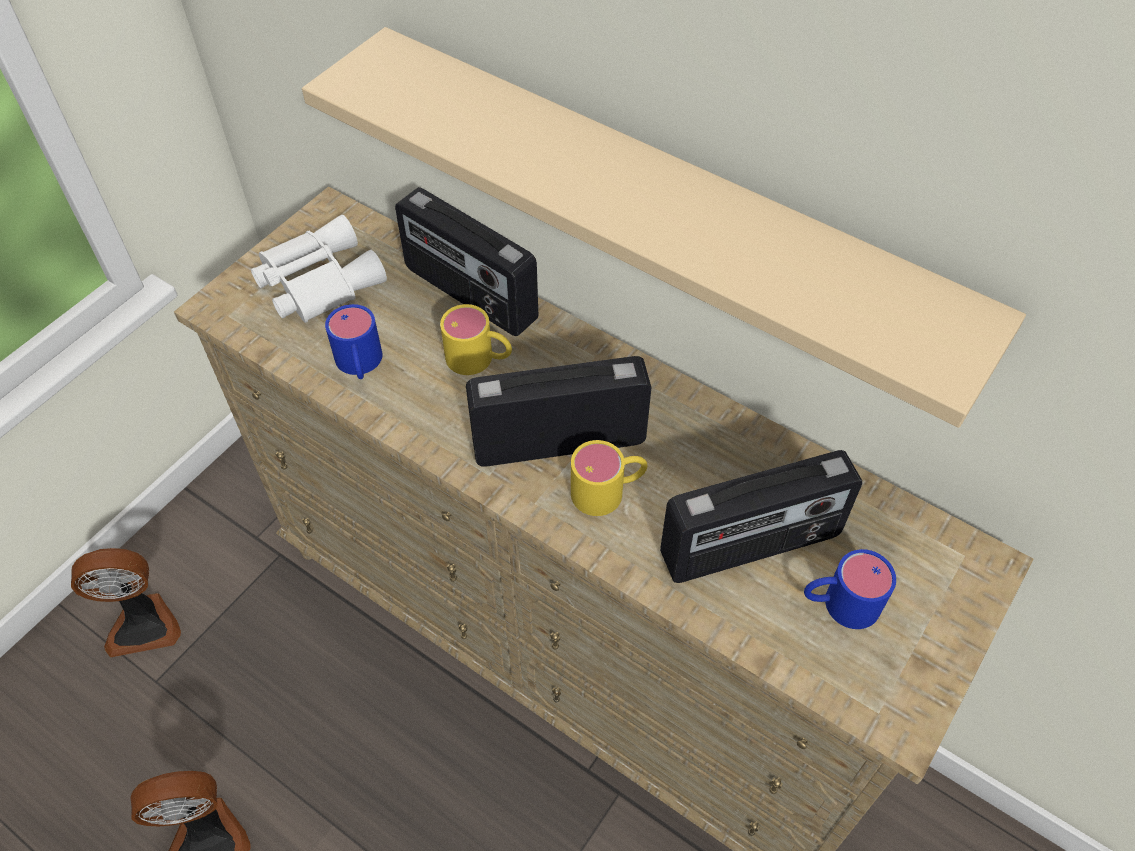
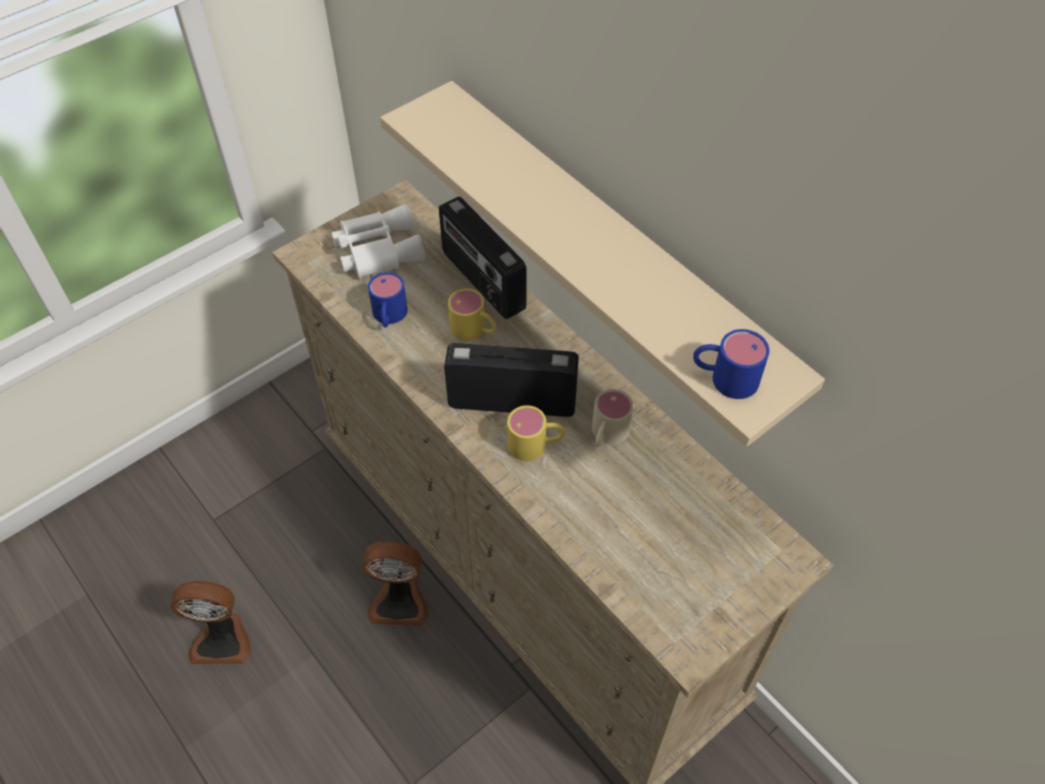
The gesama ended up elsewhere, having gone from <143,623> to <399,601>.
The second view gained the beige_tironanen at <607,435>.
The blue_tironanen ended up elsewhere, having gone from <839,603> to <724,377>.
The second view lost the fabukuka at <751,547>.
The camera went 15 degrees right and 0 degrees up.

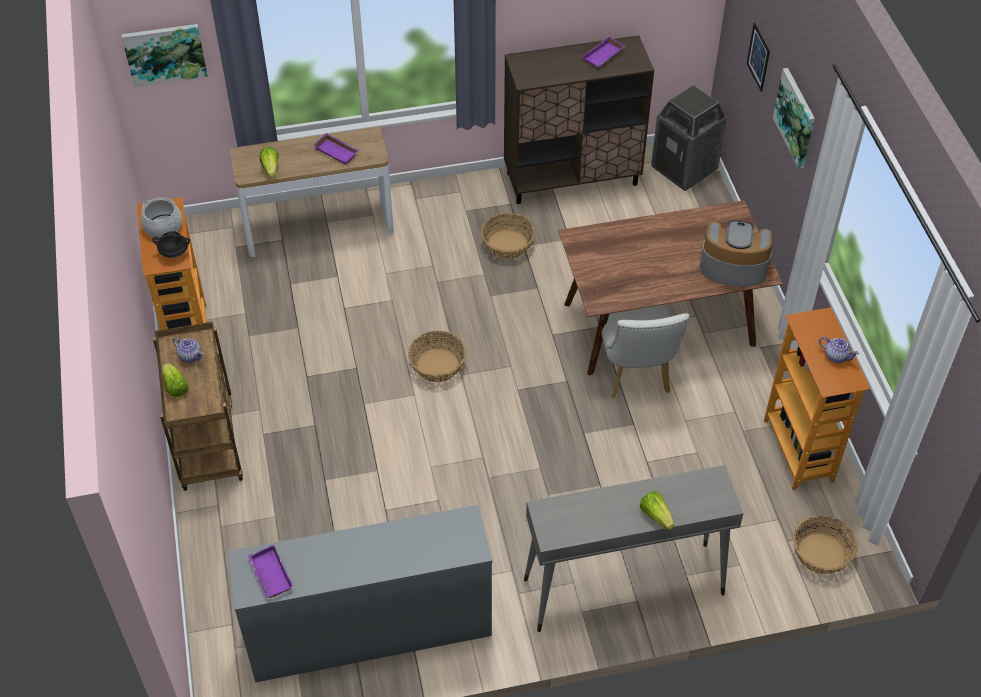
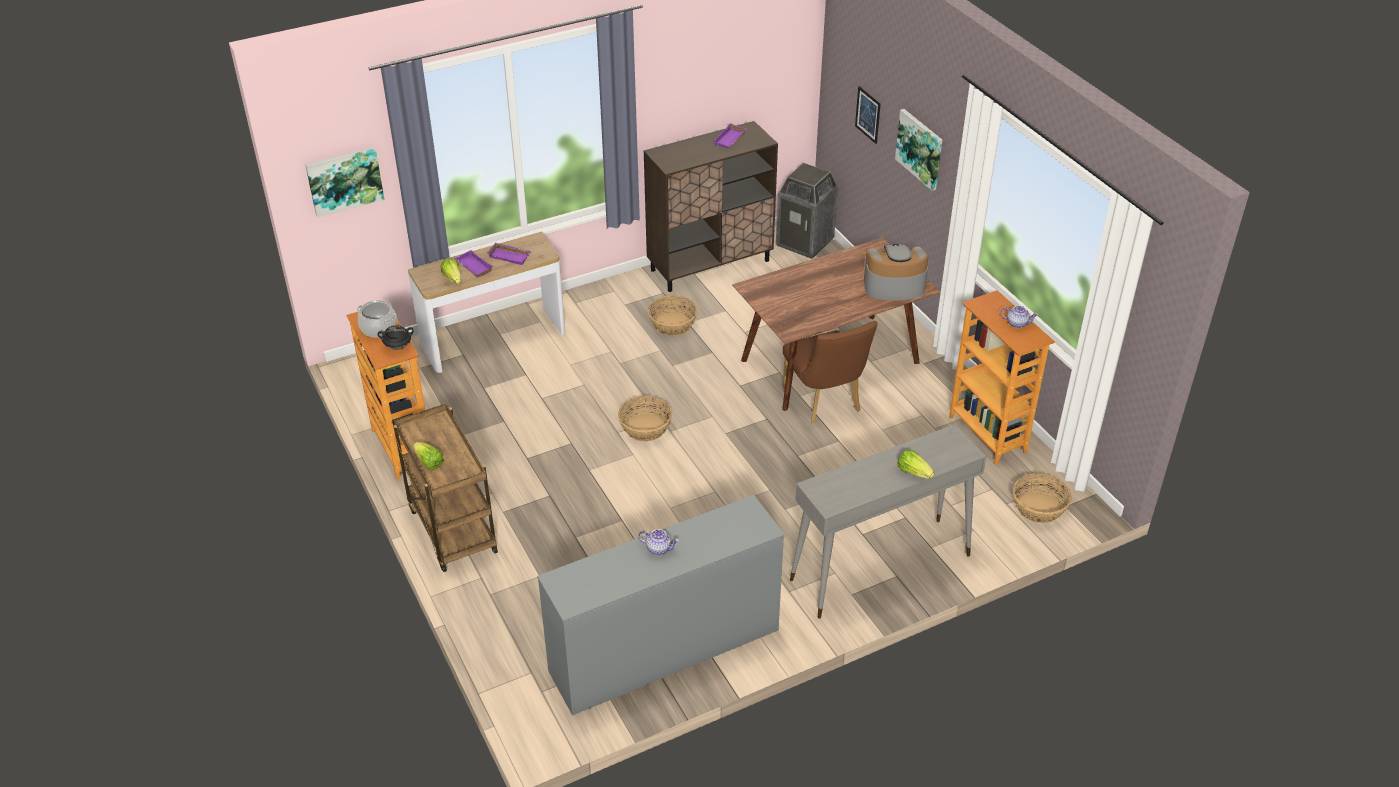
The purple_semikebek ended up elsewhere, having gone from <269,574> to <473,267>.
The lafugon ended up elsewhere, having gone from <190,356> to <659,548>.
What was the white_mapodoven at <635,374> turned into the brown_mapodoven at <824,403>.
The camera went 15 degrees left and 10 degrees down.

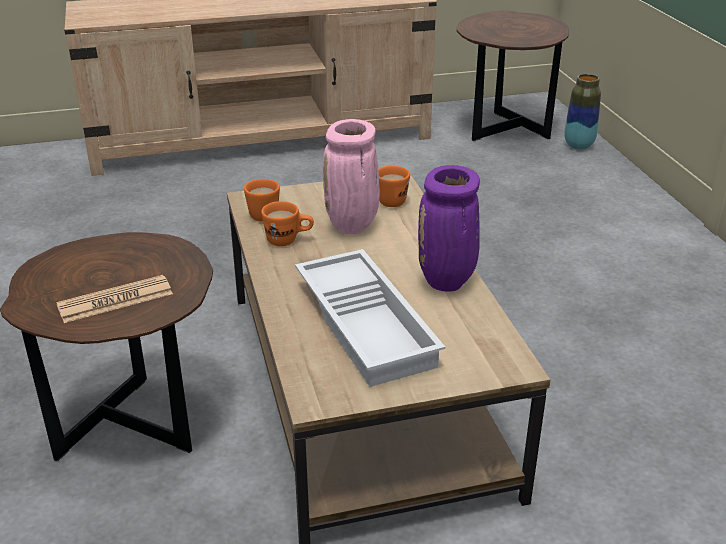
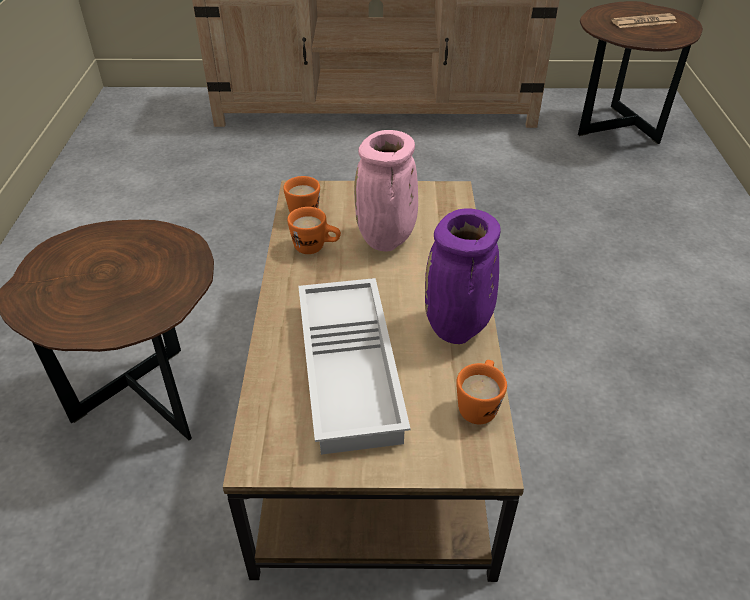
The orange_tironanen ended up elsewhere, having gone from <392,199> to <479,404>.
The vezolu ended up elsewhere, having gone from <115,300> to <643,22>.
The second view lost the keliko at <578,145>.
The camera went 15 degrees right and 10 degrees up.

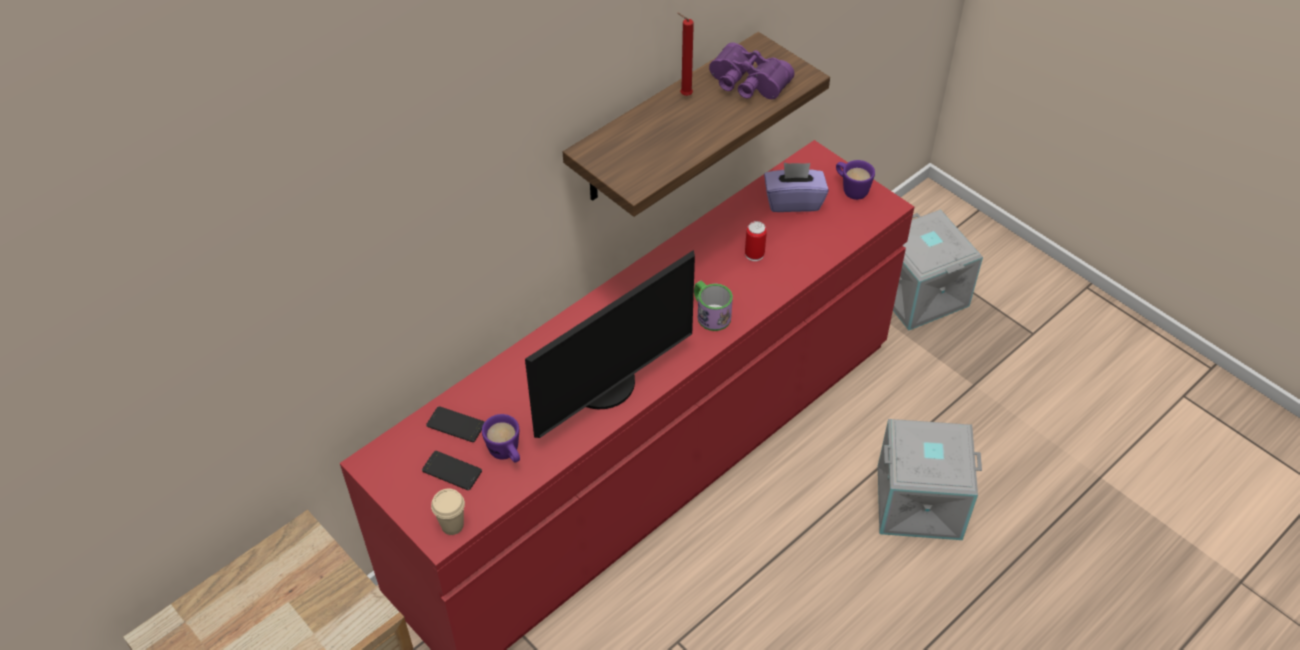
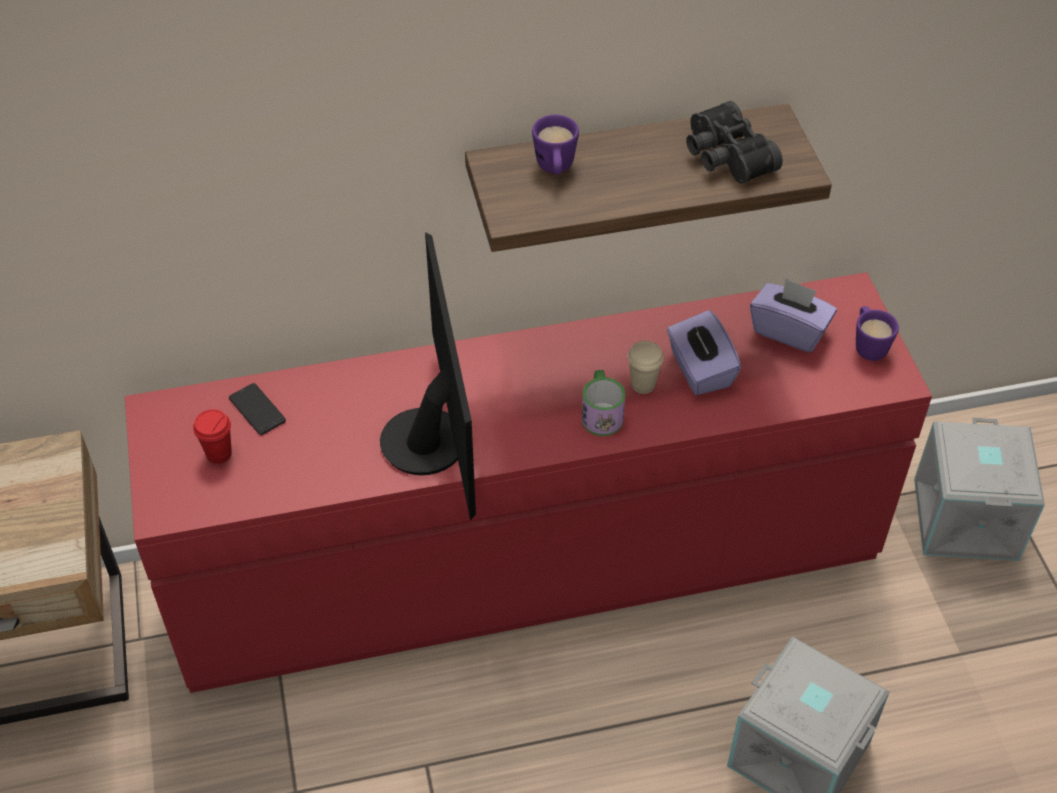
Where the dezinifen stood at <452,471>, the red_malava came to stand at <219,454>.
The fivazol at <606,386> ended up facing another way, 90 degrees counterclockwise from before.
The purple_tironanen ended up elsewhere, having gone from <507,454> to <555,169>.
The beige_malava ended up elsewhere, having gone from <452,525> to <643,385>.
Where the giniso stood at <754,254>, the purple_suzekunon came to stand at <699,370>.
What was the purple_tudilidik at <747,84> turned into the black_tudilidik at <725,157>.
The second view lost the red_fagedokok at <684,95>.
The camera went 30 degrees right and 0 degrees up.

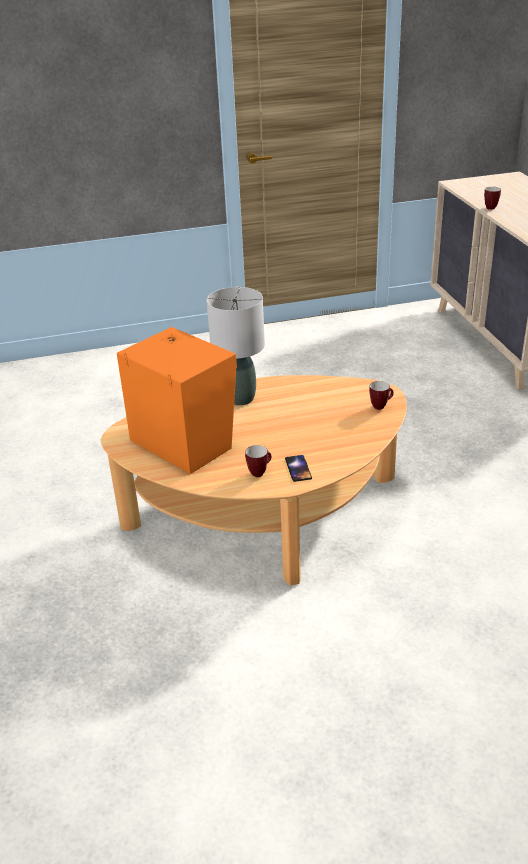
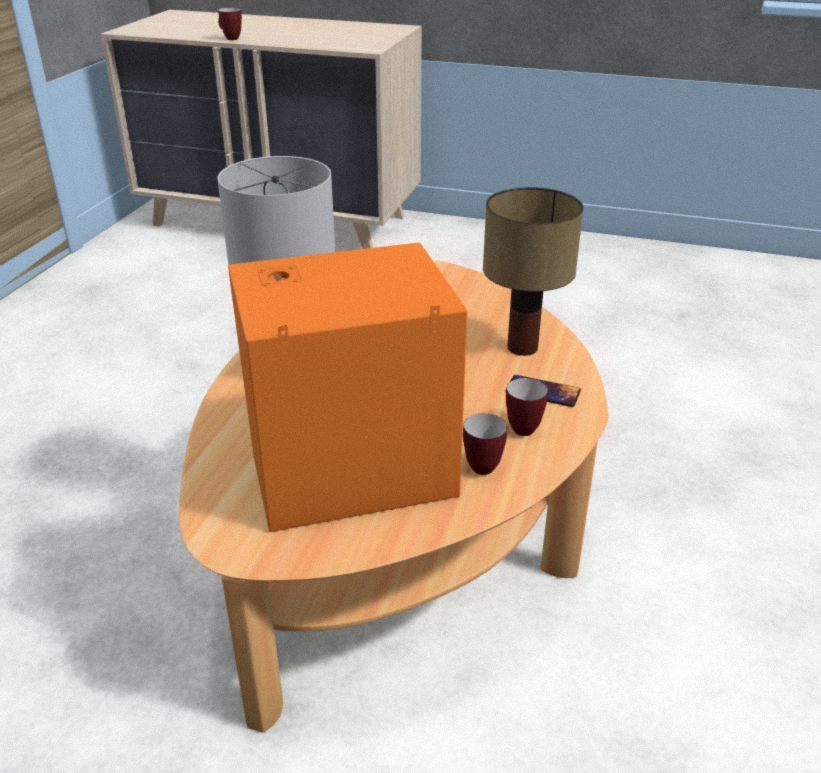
The tironanen ended up elsewhere, having gone from <381,406> to <482,464>.
The second view gained the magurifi at <523,347>.
The camera went 60 degrees left and 0 degrees up.

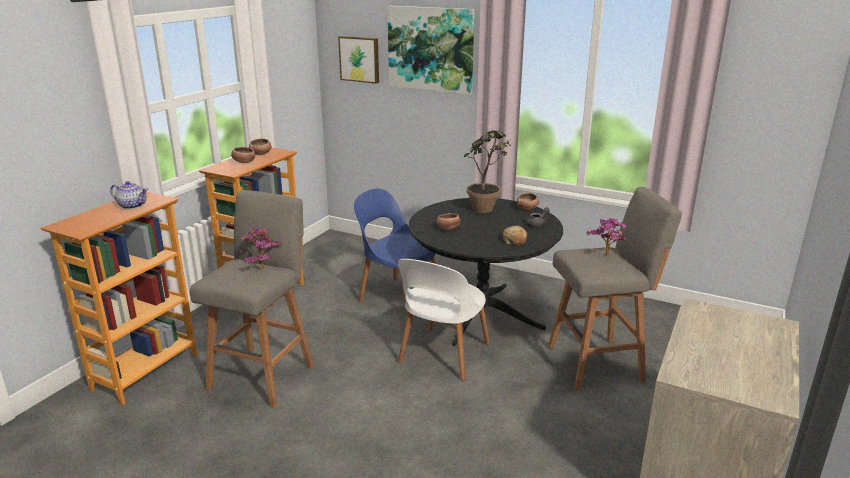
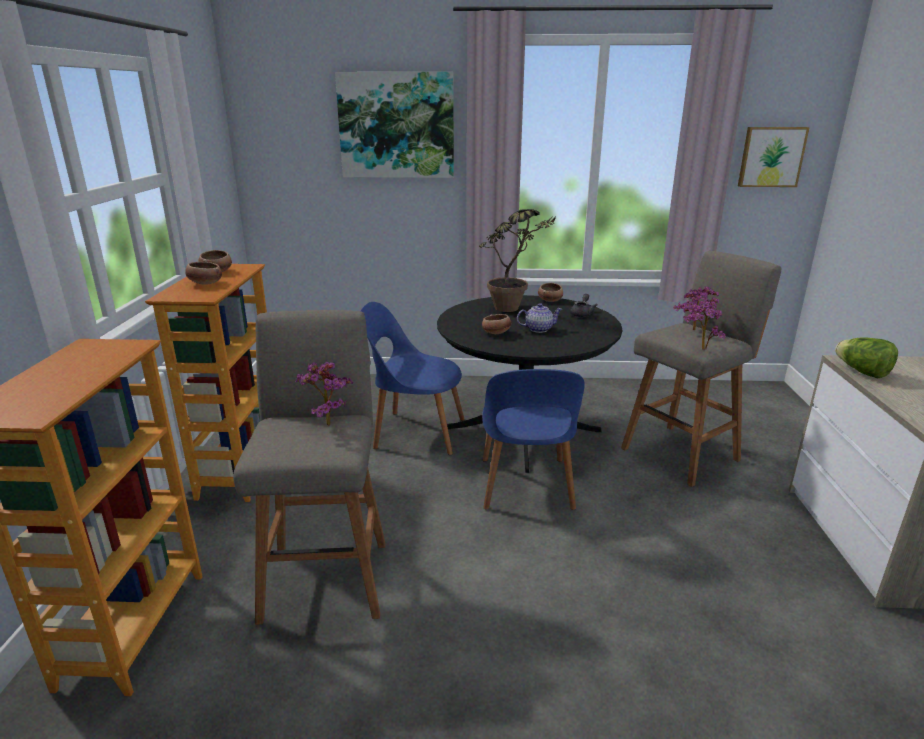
What was the white_mapodoven at <442,355> turned into the blue_mapodoven at <525,486>.
The lafugon ended up elsewhere, having gone from <132,206> to <538,329>.
The second view gained the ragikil at <699,349>.
The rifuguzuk ended up elsewhere, having gone from <360,59> to <771,157>.
The second view gained the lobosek at <862,372>.
The second view lost the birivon at <514,240>.
The camera went 25 degrees left and 0 degrees up.

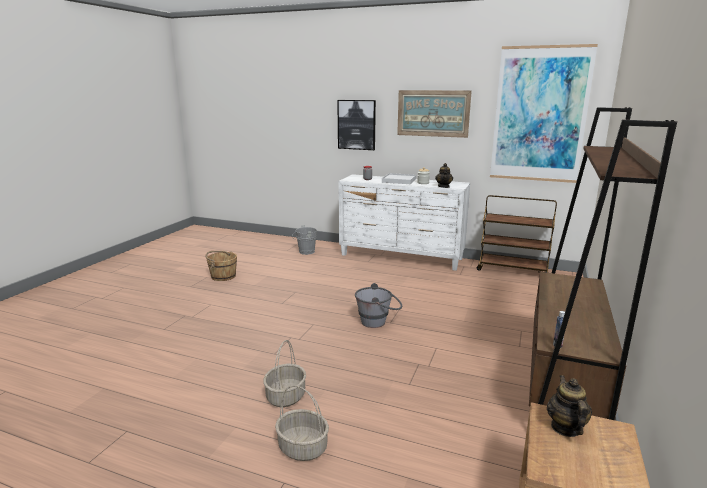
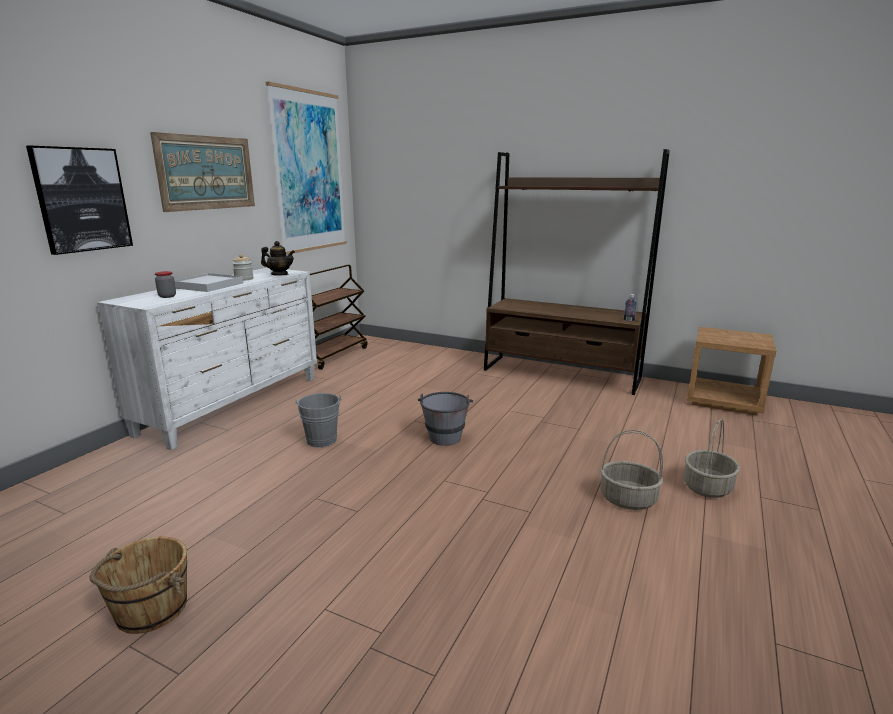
The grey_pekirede ended up elsewhere, having gone from <305,252> to <322,442>.
The second view lost the lafugon at <565,428>.
The camera went 85 degrees left and 0 degrees up.

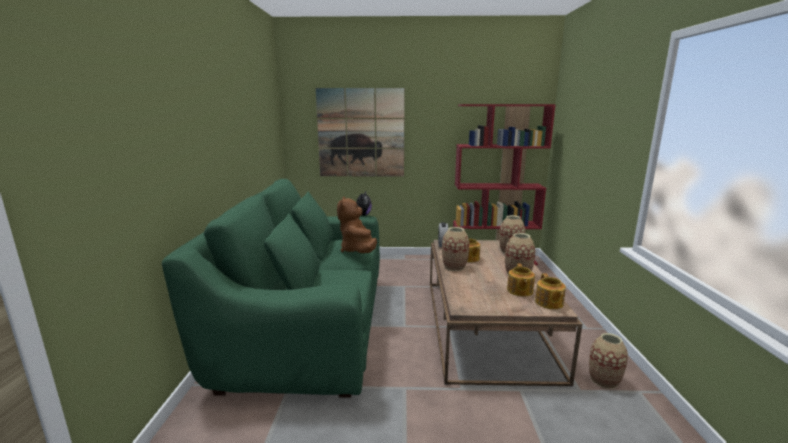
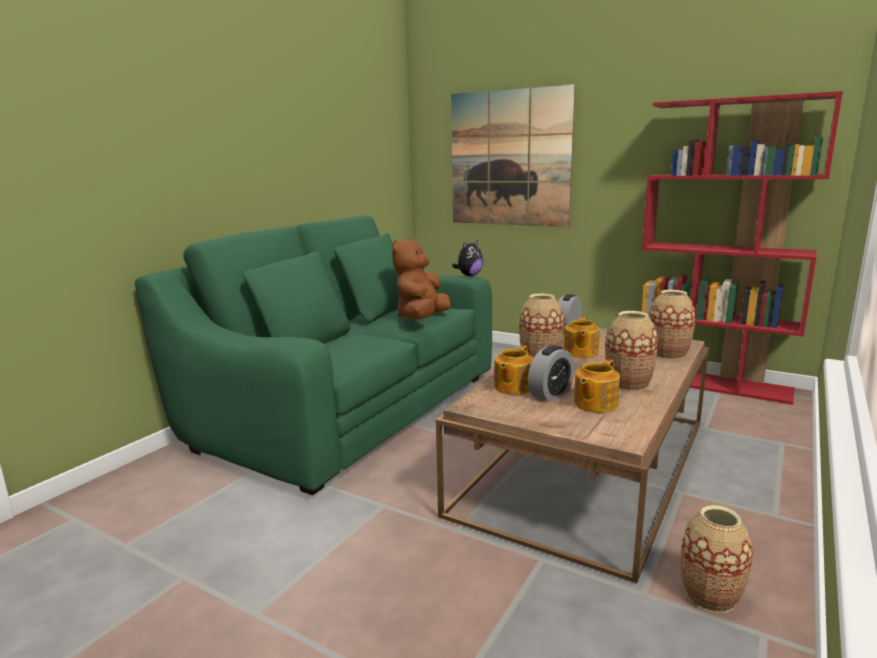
The lafugon ended up elsewhere, having gone from <549,303> to <512,387>.
The second view gained the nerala at <550,394>.
The camera went 30 degrees right and 0 degrees up.

